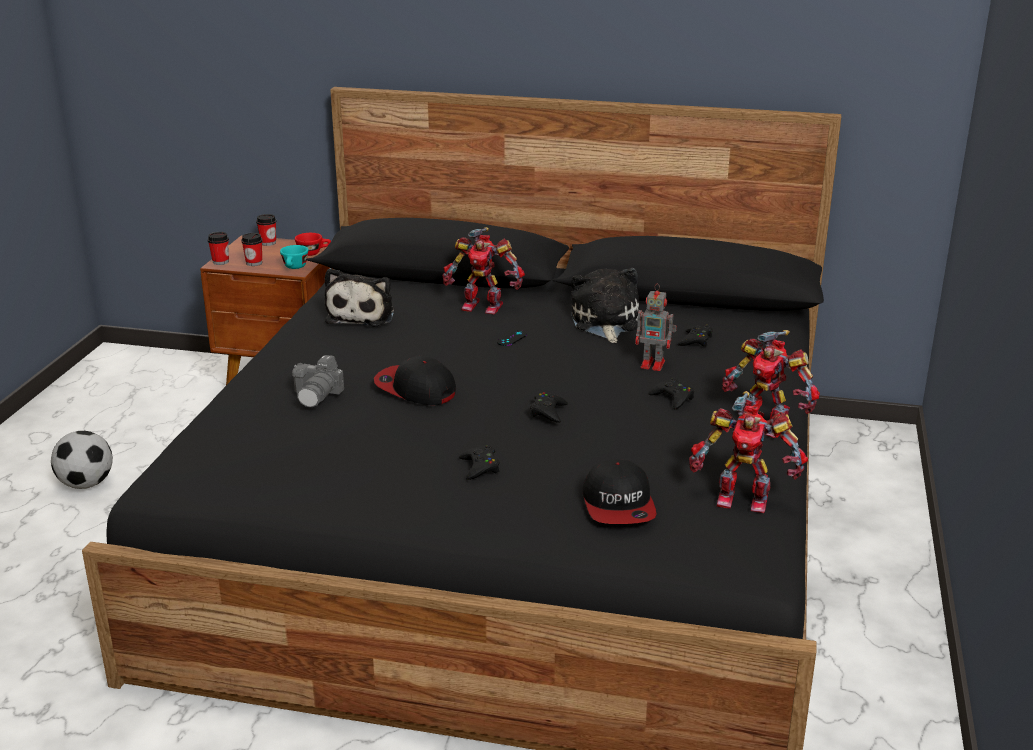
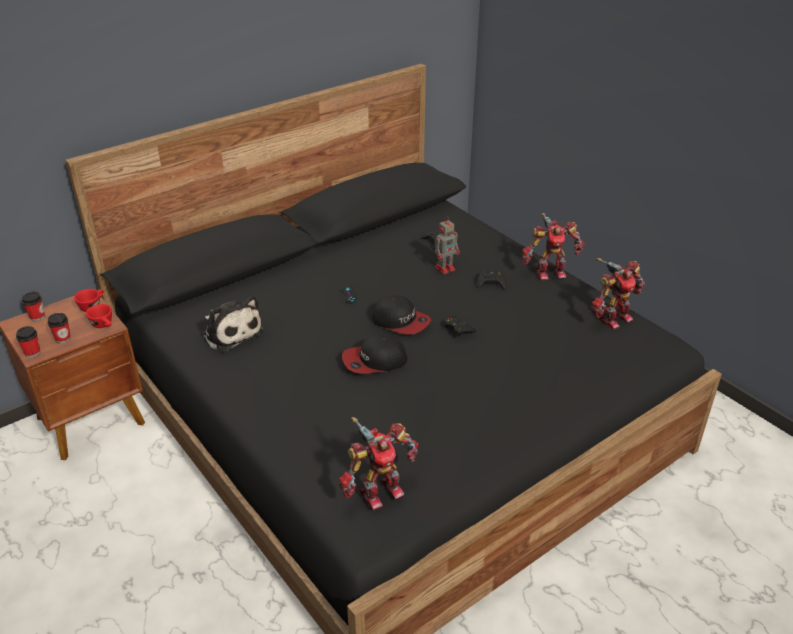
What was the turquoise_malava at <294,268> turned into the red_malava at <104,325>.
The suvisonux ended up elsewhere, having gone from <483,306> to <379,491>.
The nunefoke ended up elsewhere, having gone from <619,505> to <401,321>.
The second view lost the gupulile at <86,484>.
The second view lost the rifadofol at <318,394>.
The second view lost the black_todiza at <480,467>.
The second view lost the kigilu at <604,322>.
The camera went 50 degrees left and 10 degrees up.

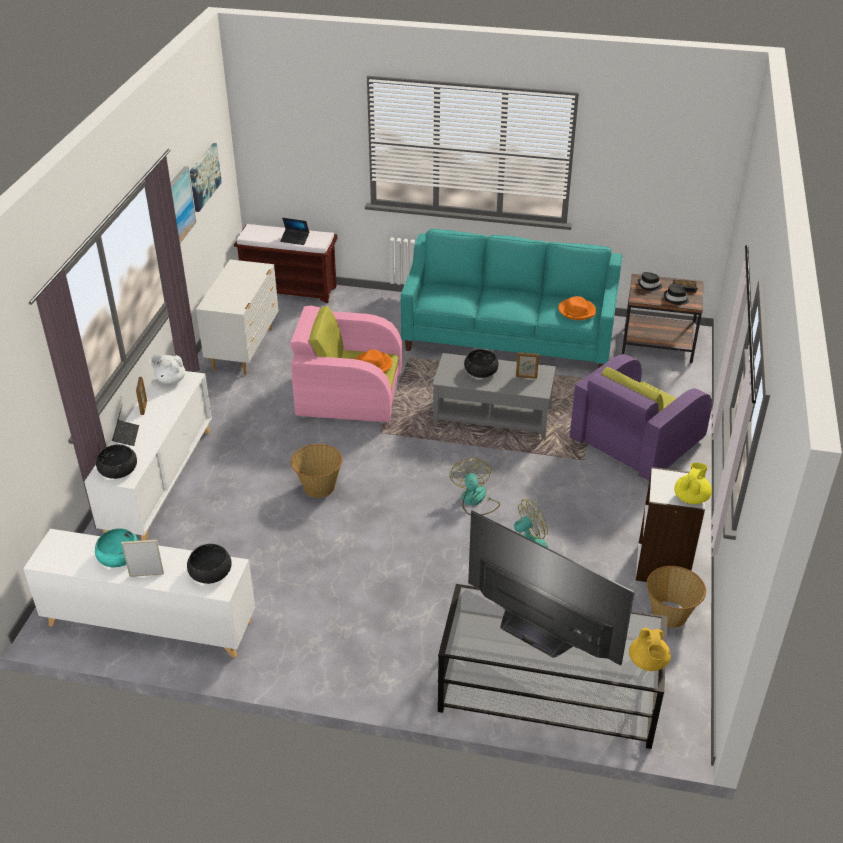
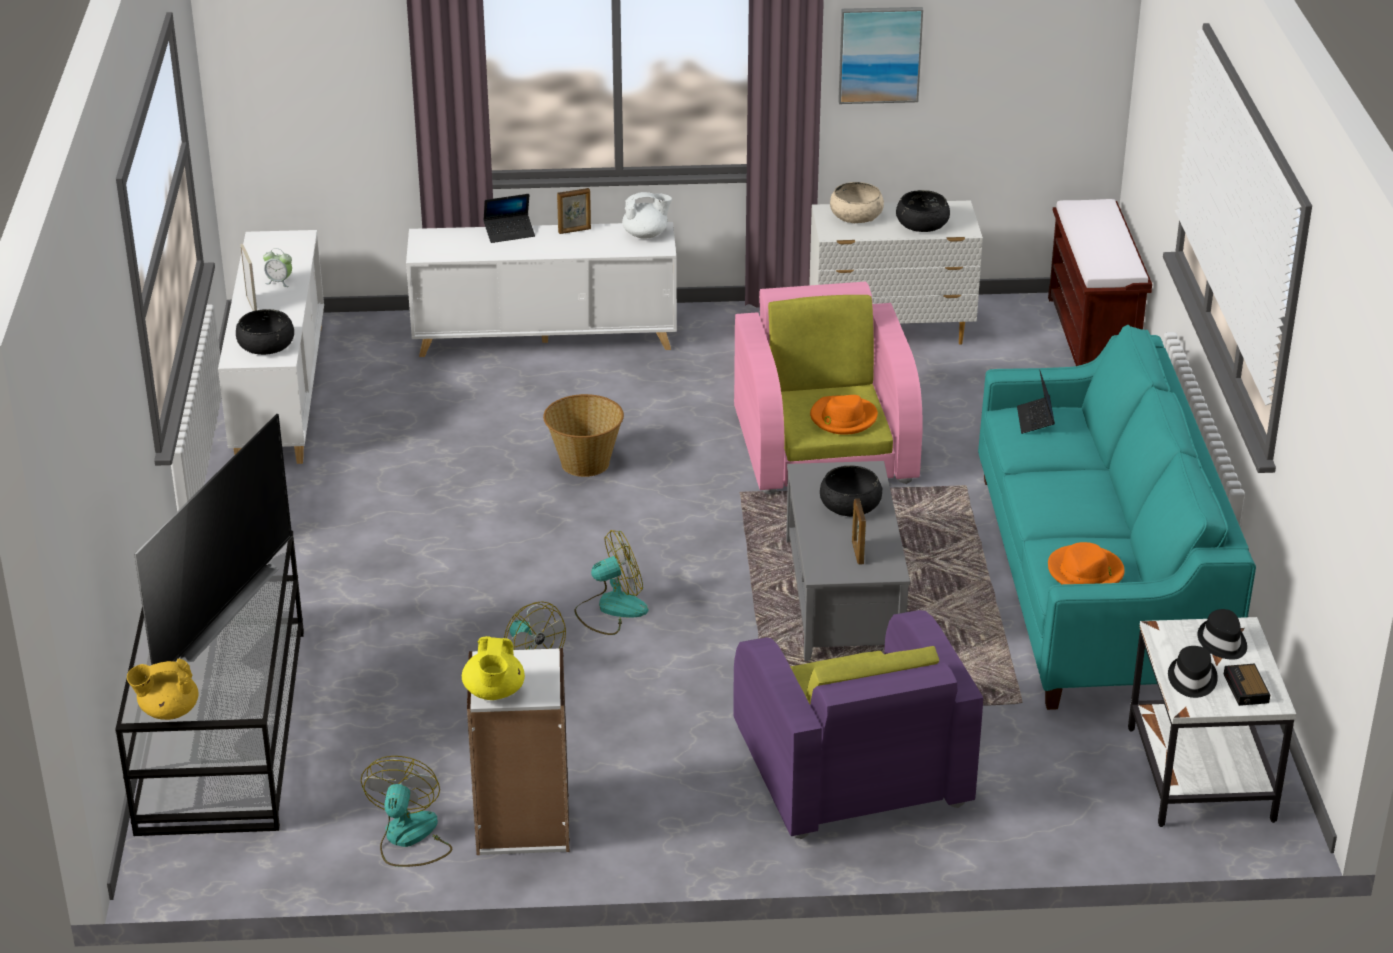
Where the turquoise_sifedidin stood at <119,556>, the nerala came to stand at <279,282>.
Where the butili stood at <670,614>, the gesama came to stand at <409,839>.
The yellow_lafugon at <691,497> ended up facing another way, 75 degrees clockwise from before.
The white_lafugon at <170,380> ended up facing another way, 90 degrees clockwise from before.
The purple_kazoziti at <635,441> ended up facing another way, 135 degrees counterclockwise from before.
The second view gained the beige_sifedidin at <856,215>.
The black_sifedidin ended up elsewhere, having gone from <118,469> to <922,224>.
The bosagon ended up elsewhere, having gone from <295,239> to <1035,420>.
What was the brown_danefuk at <657,344> turned into the white_danefuk at <1202,775>.
The second view lost the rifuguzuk at <204,176>.
The camera went 75 degrees right and 5 degrees down.

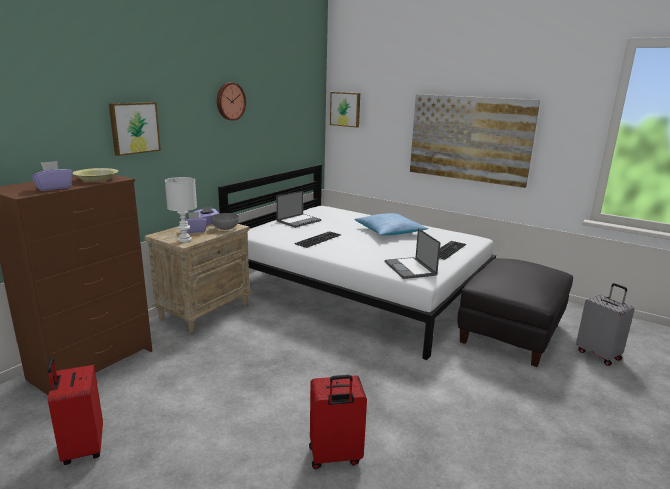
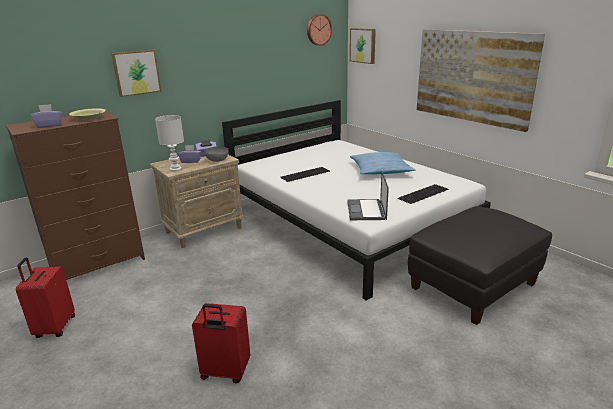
The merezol ended up elsewhere, having gone from <230,101> to <318,29>.
The second view lost the bosagon at <299,221>.
The second view lost the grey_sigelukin at <599,355>.
The camera went 20 degrees right and 5 degrees up.

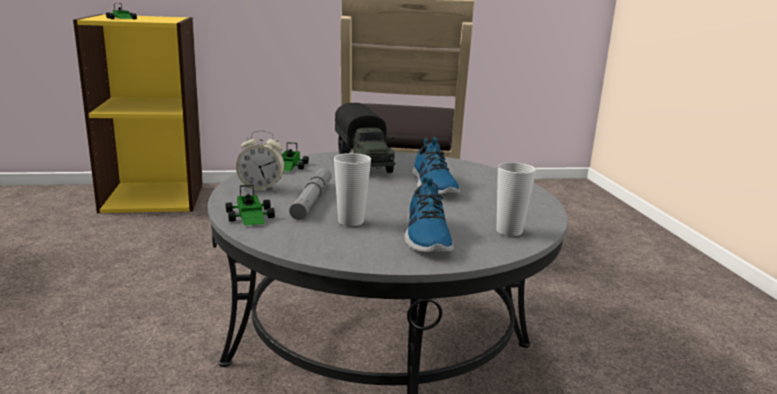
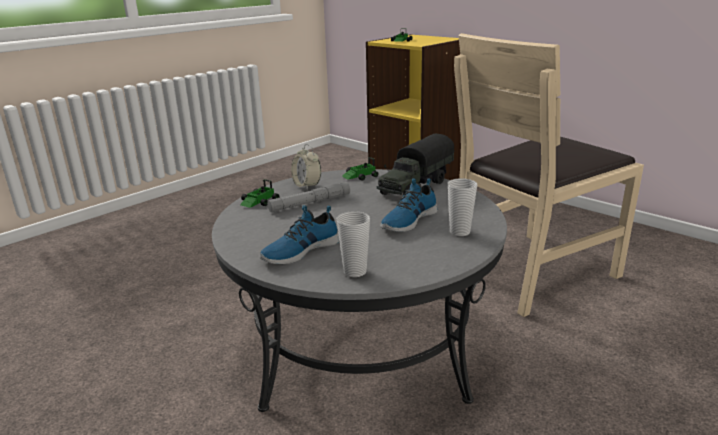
The malava ended up elsewhere, having gone from <351,221> to <459,232>.
The camera went 55 degrees right and 5 degrees up.

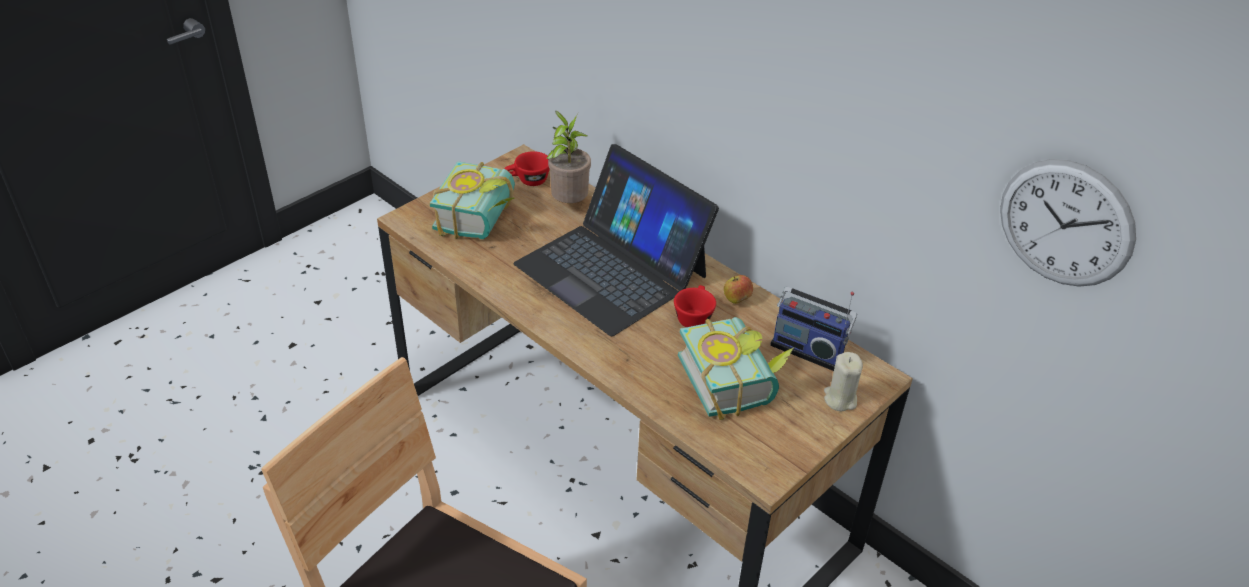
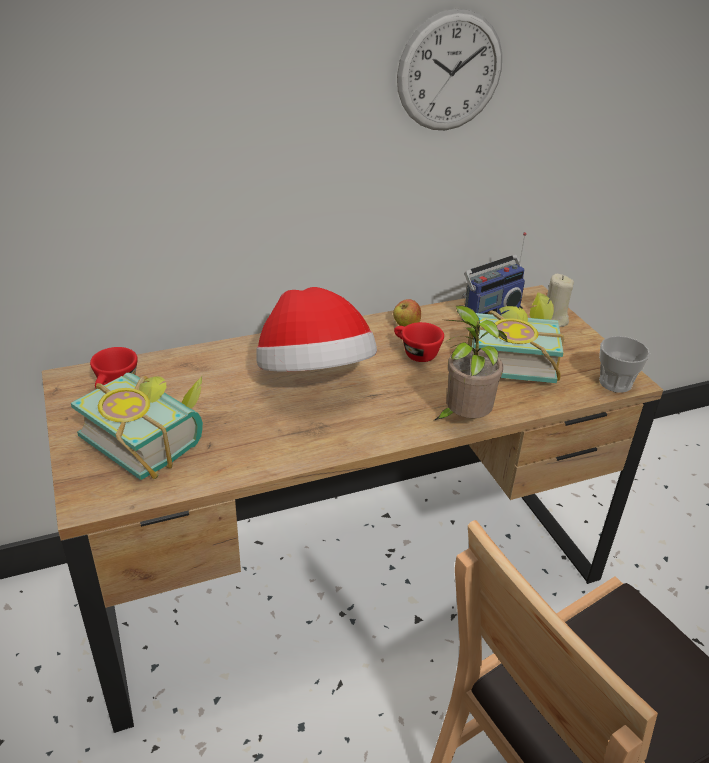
Where the bosagon stood at <612,269>, the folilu came to stand at <314,377>.
The merezol ended up elsewhere, having gone from <1065,223> to <450,71>.
The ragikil ended up elsewhere, having gone from <568,204> to <463,420>.
The second view gained the malava at <615,383>.
The camera went 65 degrees left and 5 degrees down.

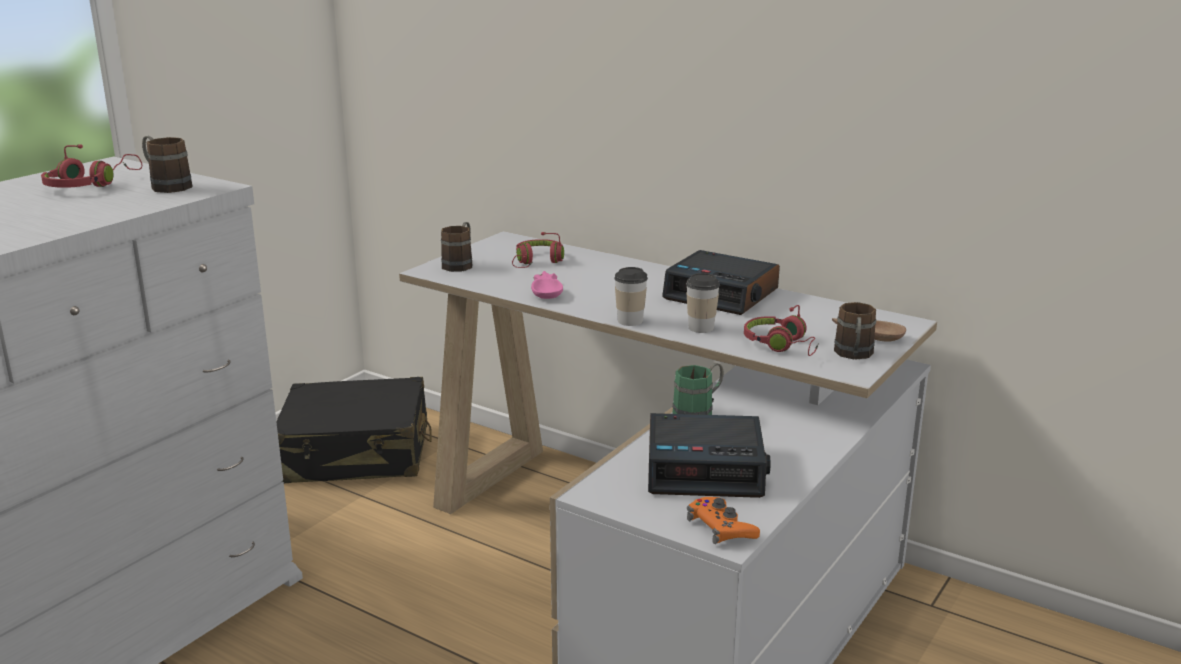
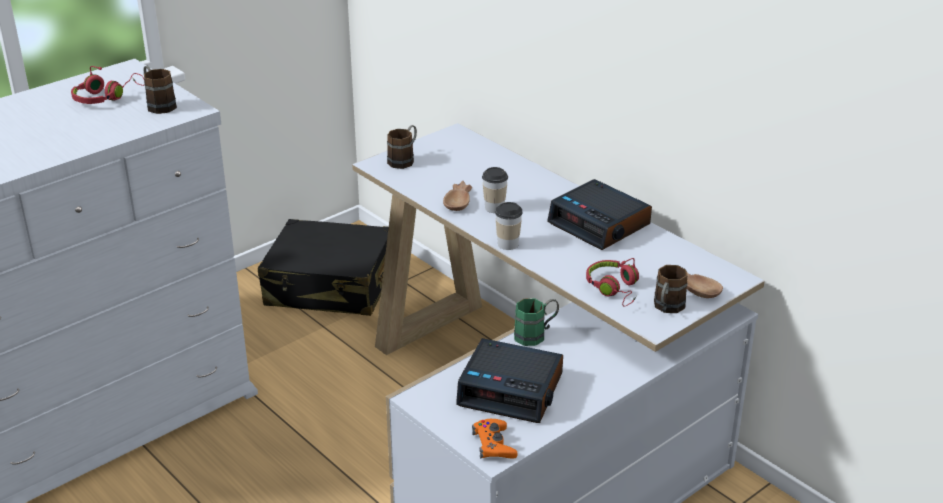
What was the pink_sifedidin at <547,291> turned into the brown_sifedidin at <459,201>.
The malava ended up elsewhere, having gone from <701,328> to <494,208>.
The second view lost the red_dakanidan at <537,262>.
The camera went 15 degrees right and 10 degrees up.

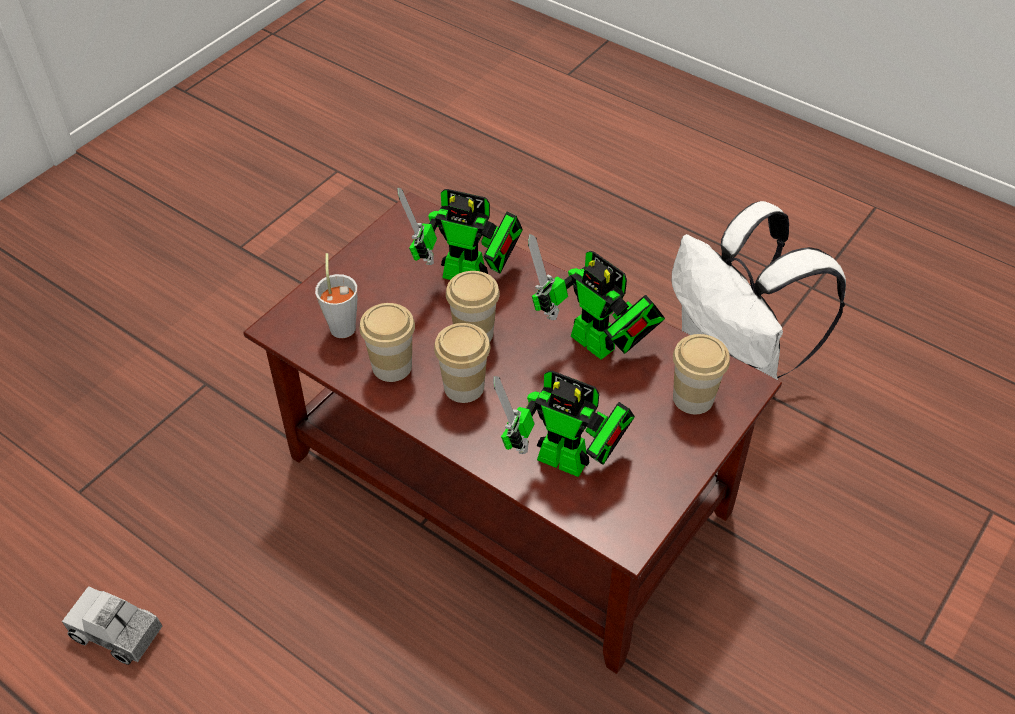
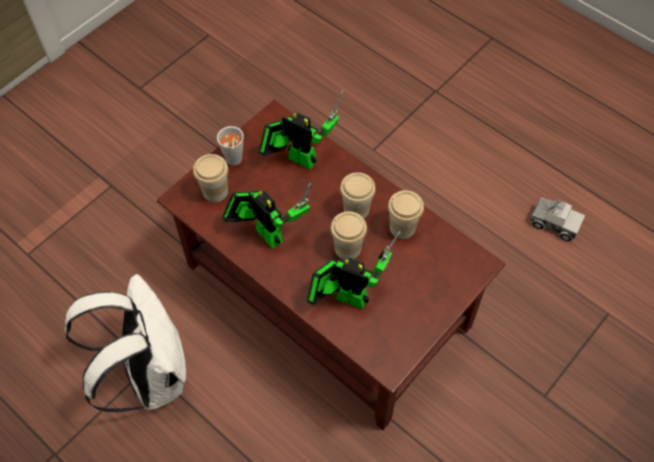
The grey_malava ended up elsewhere, having gone from <342,324> to <233,162>.
The camera went 175 degrees left and 10 degrees up.

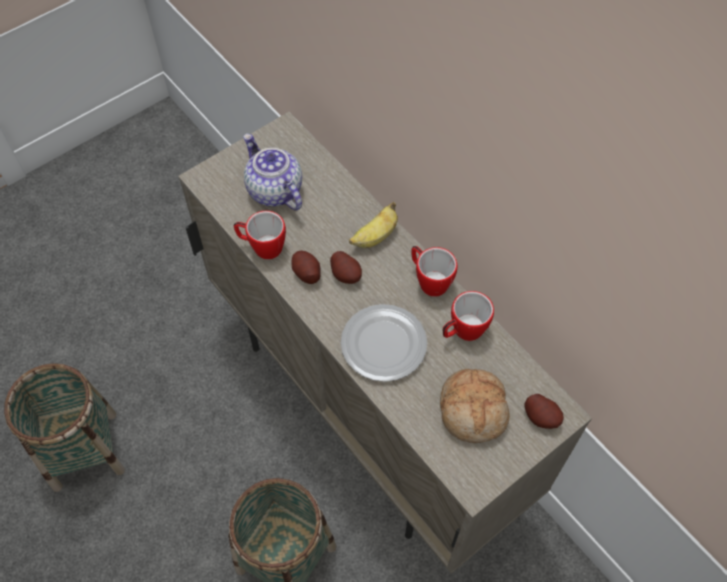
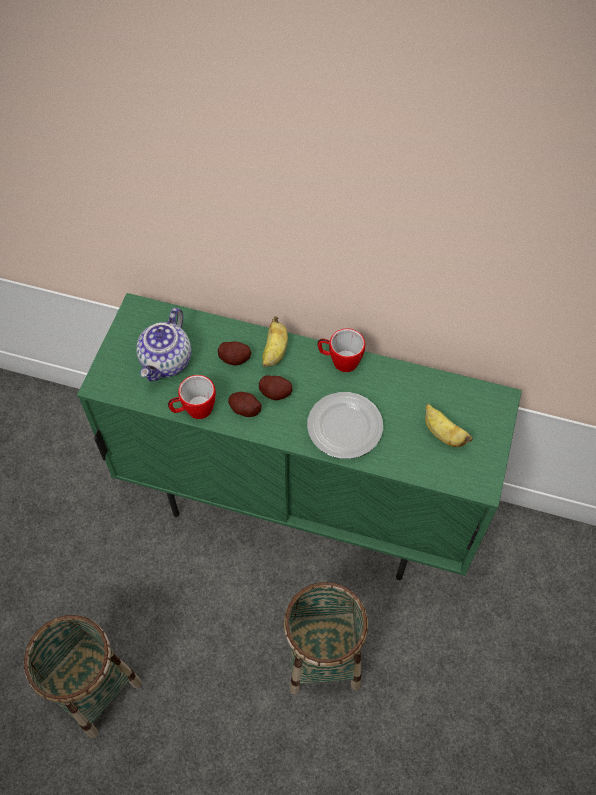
What was the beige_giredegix at <368,409> turned into the green_giredegix at <300,505>.
The lafugon at <274,190> ended up facing another way, 90 degrees counterclockwise from before.
The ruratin ended up elsewhere, having gone from <541,417> to <235,358>.
Where the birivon stood at <474,410>, the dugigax came to stand at <442,433>.
The second view lost the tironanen at <463,331>.
The camera went 35 degrees left and 0 degrees up.

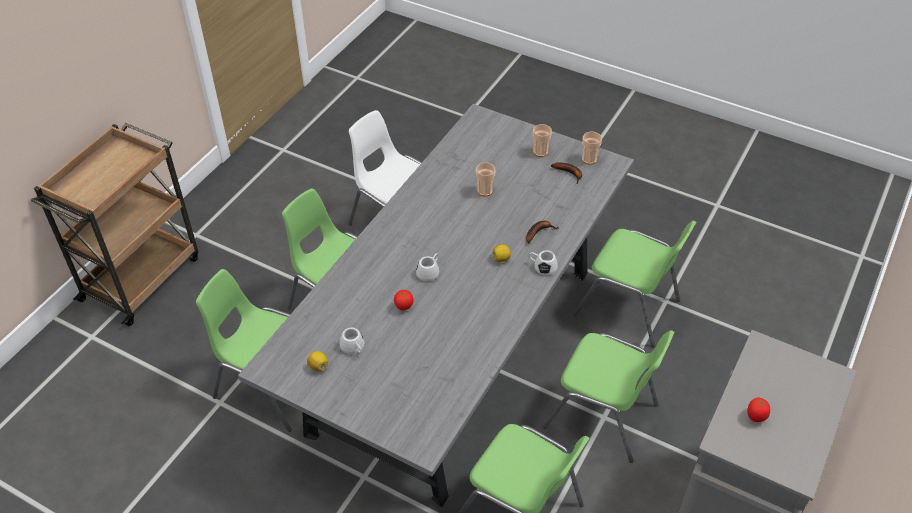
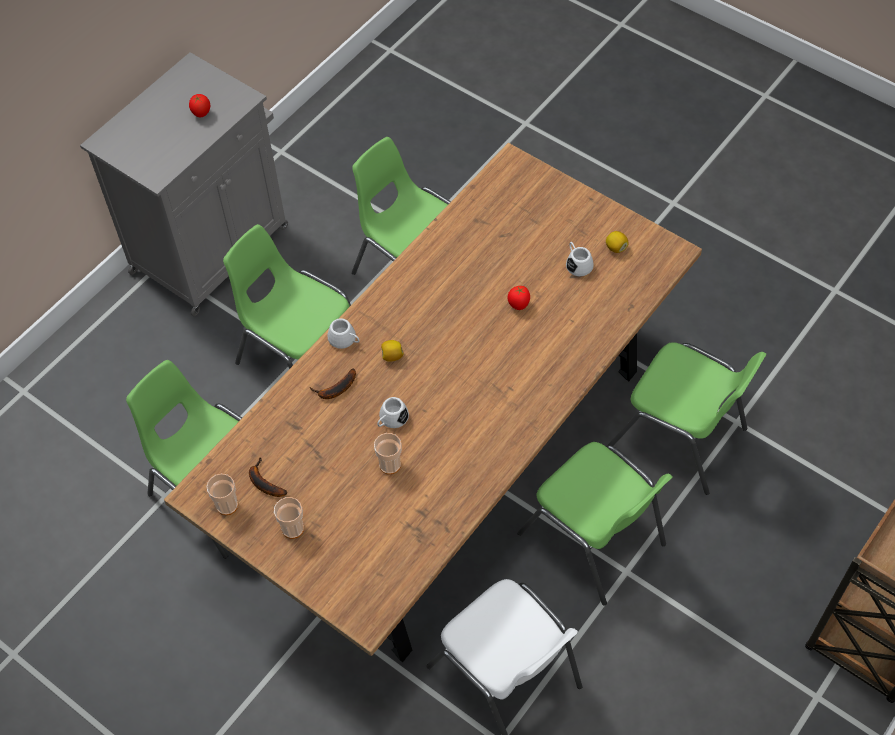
What was the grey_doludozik at <456,349> turned into the brown_doludozik at <450,458>.
The white_tironanen ended up elsewhere, having gone from <429,271> to <391,419>.
The camera went 170 degrees left and 10 degrees up.

